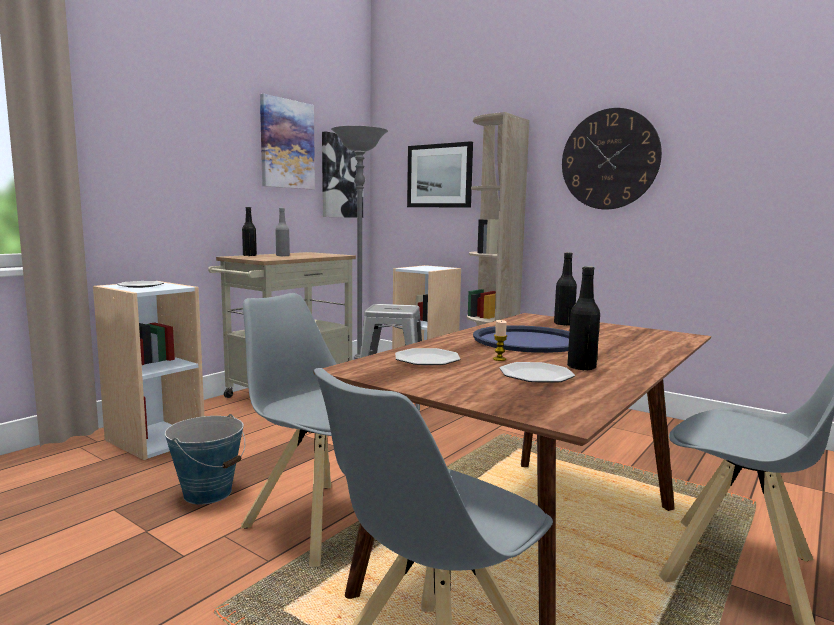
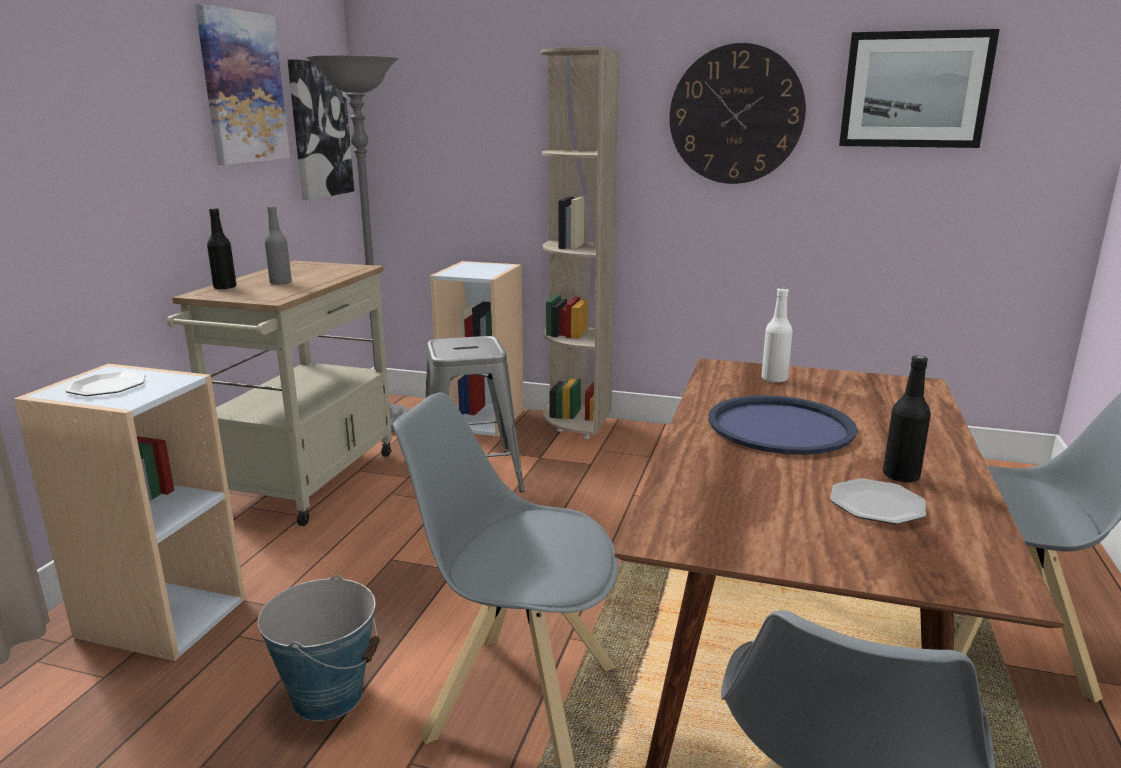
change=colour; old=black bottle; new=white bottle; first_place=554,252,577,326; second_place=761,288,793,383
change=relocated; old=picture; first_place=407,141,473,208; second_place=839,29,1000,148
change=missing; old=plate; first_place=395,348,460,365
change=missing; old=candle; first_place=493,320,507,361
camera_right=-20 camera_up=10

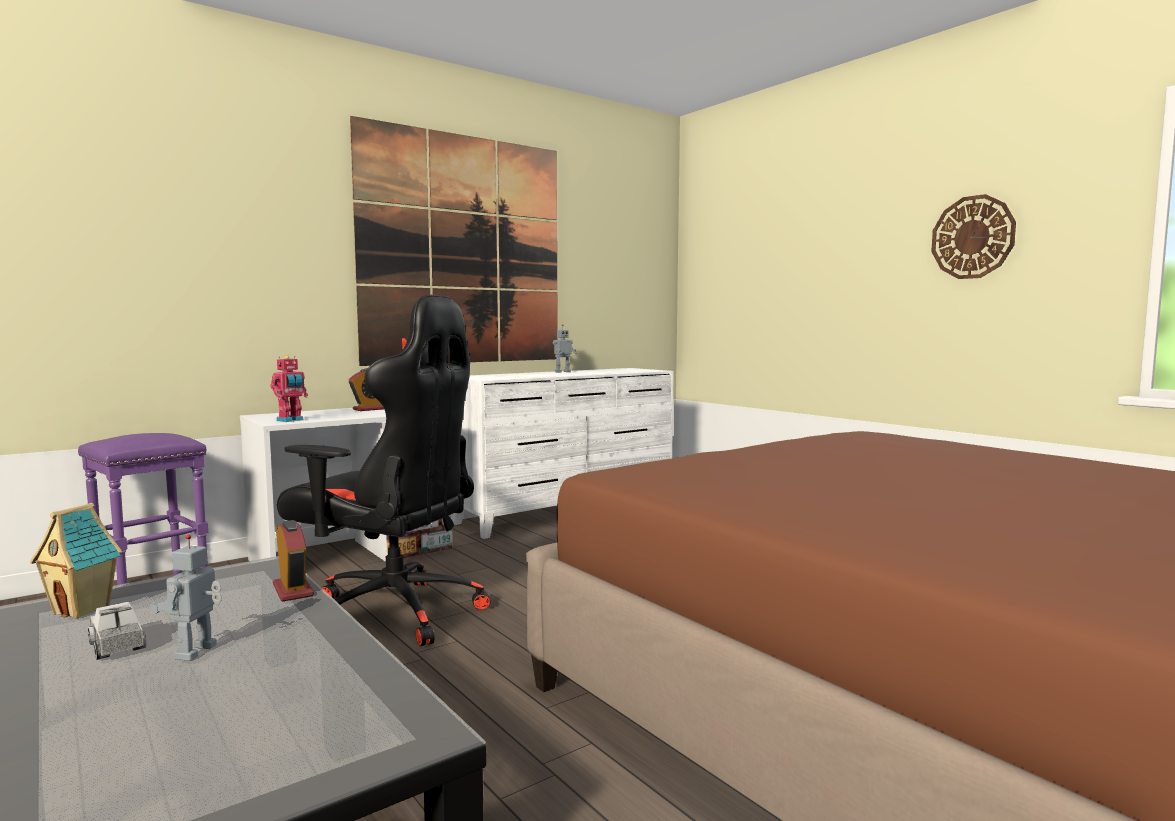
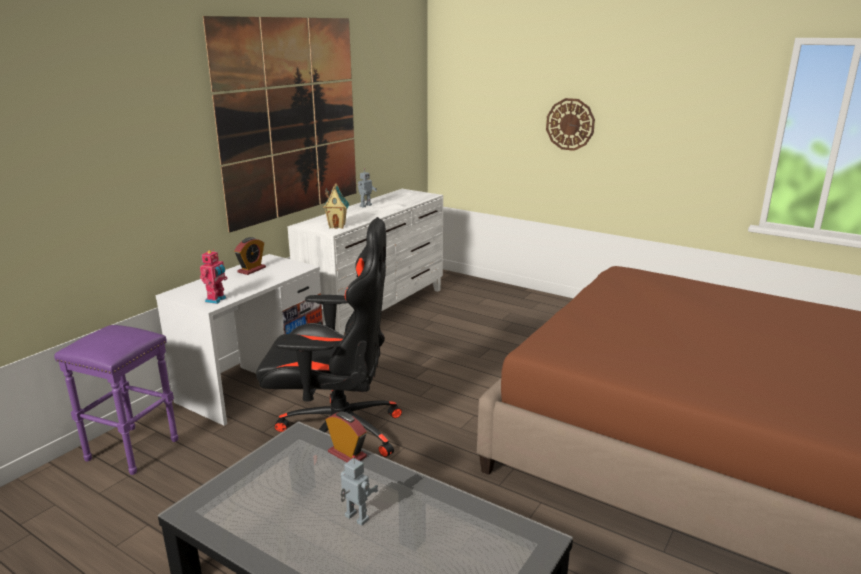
change=relocated; old=toy house; first_place=30,503,123,619; second_place=323,183,349,229
change=spun; old=toy robot; first_place=150,535,222,661; second_place=340,455,378,526; degrees=135
change=relocated; old=wall clock; first_place=931,194,1016,279; second_place=546,98,595,151
change=missing; old=toy truck; first_place=88,602,146,660
camera_right=-20 camera_up=15

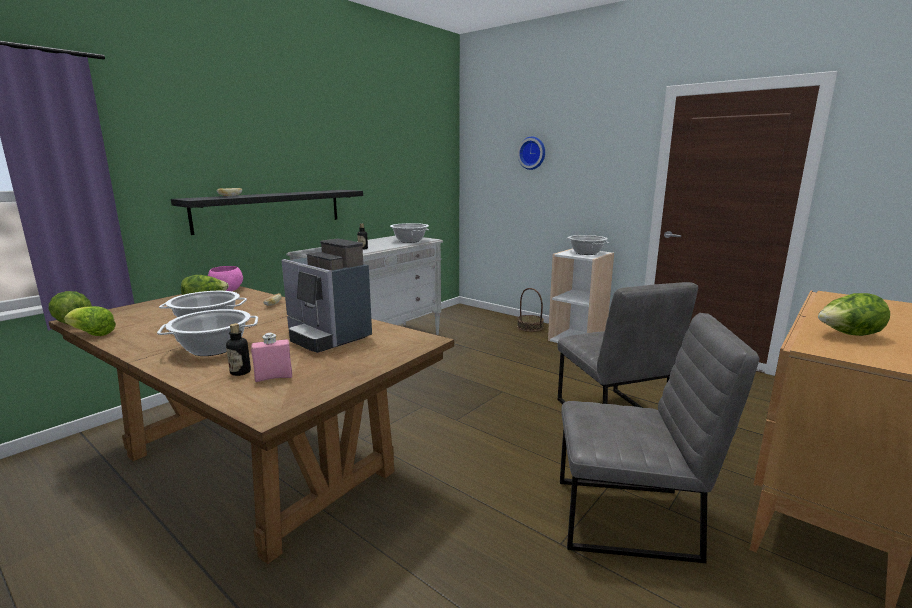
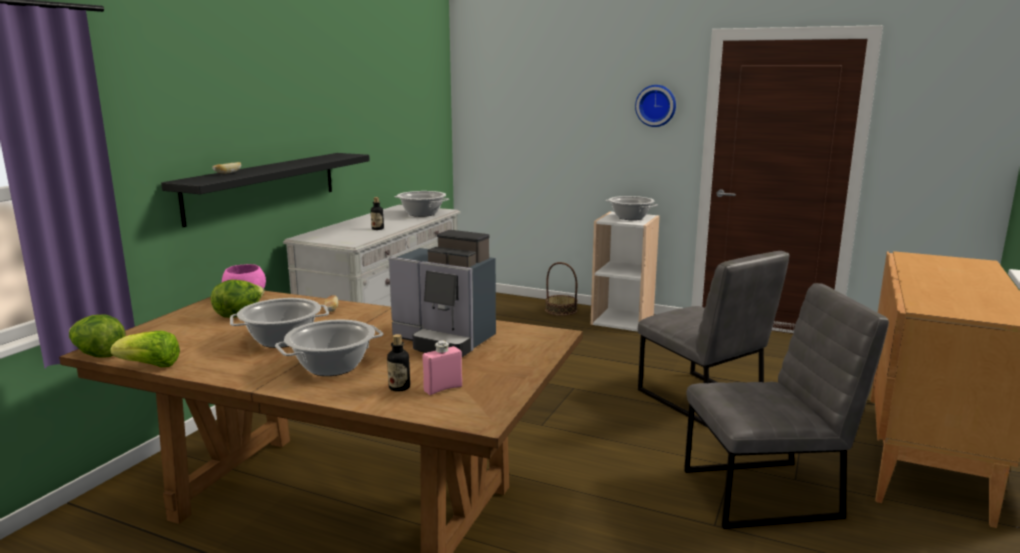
change=relocated; old=wall clock; first_place=517,136,545,170; second_place=635,85,676,127
change=missing; old=lettuce; first_place=818,293,890,336
camera_right=-15 camera_up=0

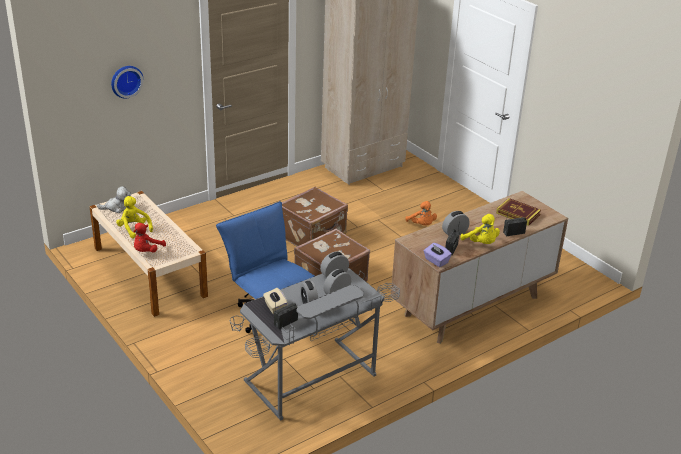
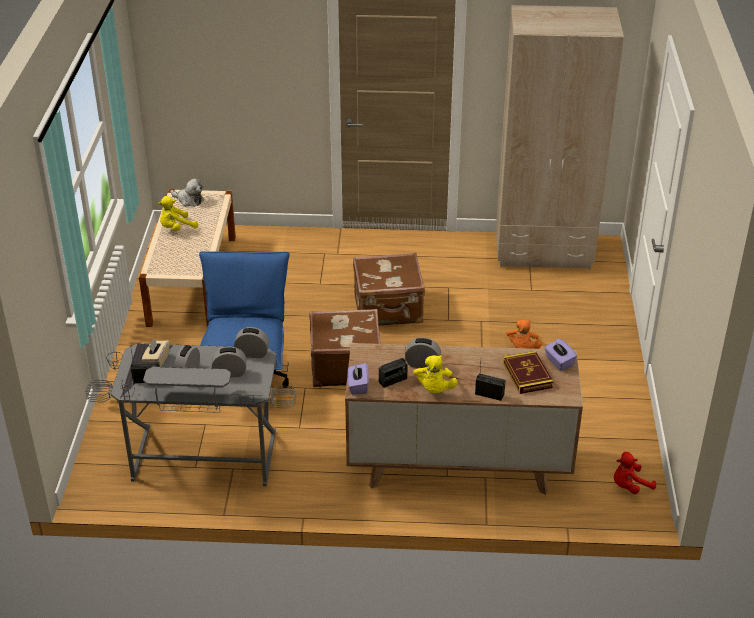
change=spun; old=yellow plush toy; first_place=116,196,153,239; second_place=158,196,198,231; degrees=-120
change=appeared; new=purple tissue box; second_place=544,339,577,371
change=relocated; old=red plush toy; first_place=133,223,166,252; second_place=614,452,656,494
change=missing; old=wall clock; first_place=111,66,144,99
camera_right=40 camera_up=5

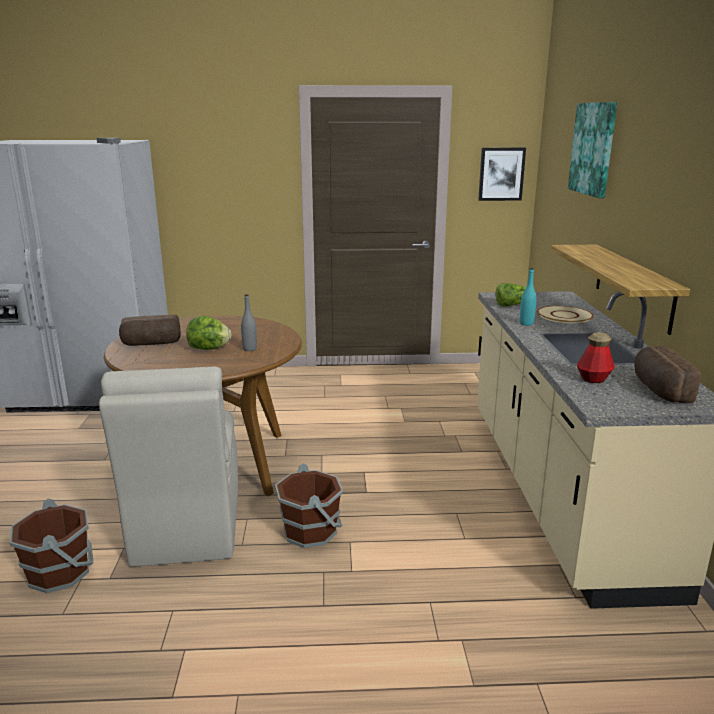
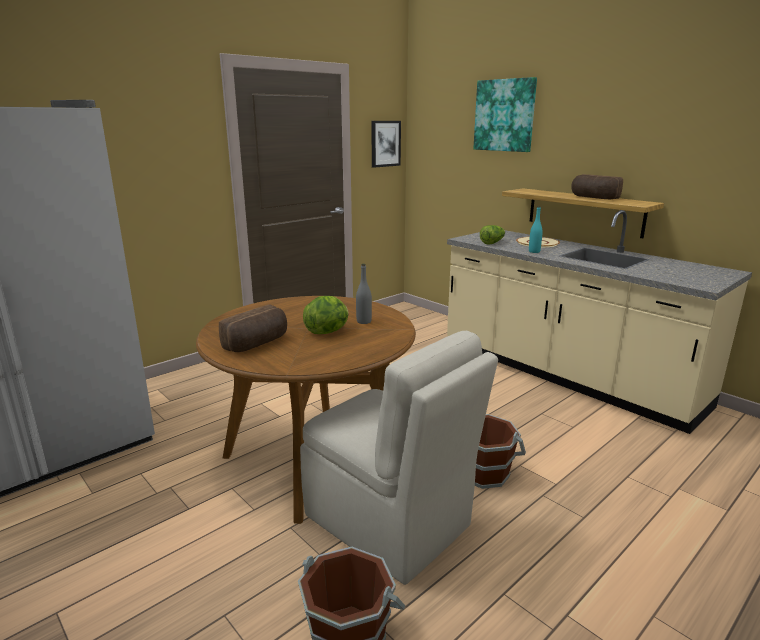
change=relocated; old=bread; first_place=634,346,701,403; second_place=571,174,623,199
change=missing; old=bottle; first_place=577,332,615,383
camera_right=-40 camera_up=0

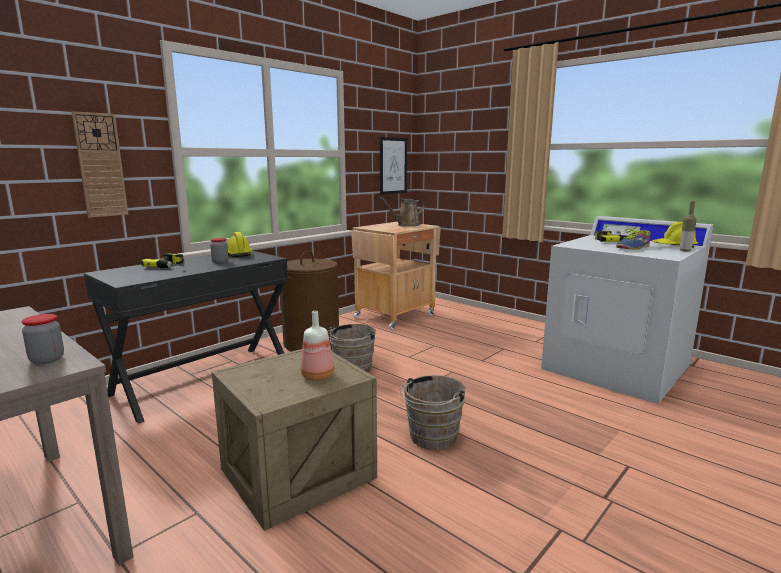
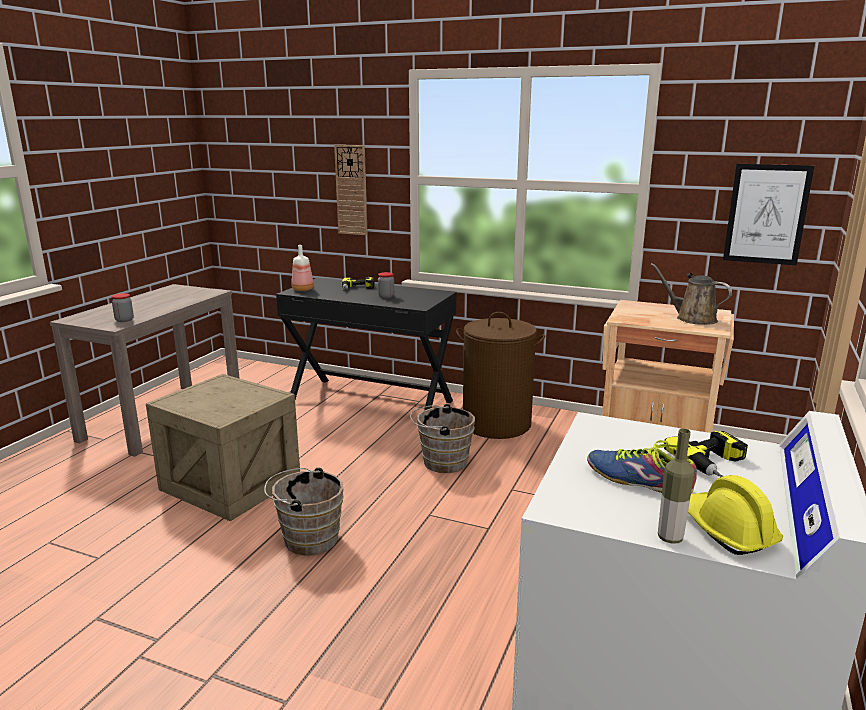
change=relocated; old=bottle; first_place=301,311,334,381; second_place=291,245,314,291
change=missing; old=yellow hard hat; first_place=227,232,252,257
camera_right=70 camera_up=5

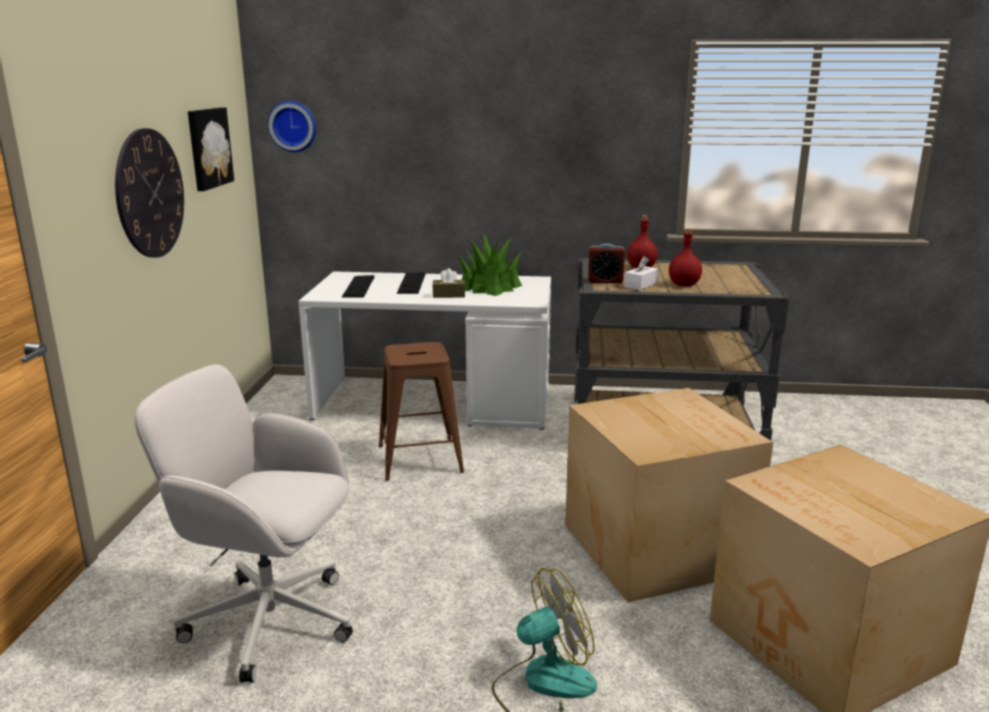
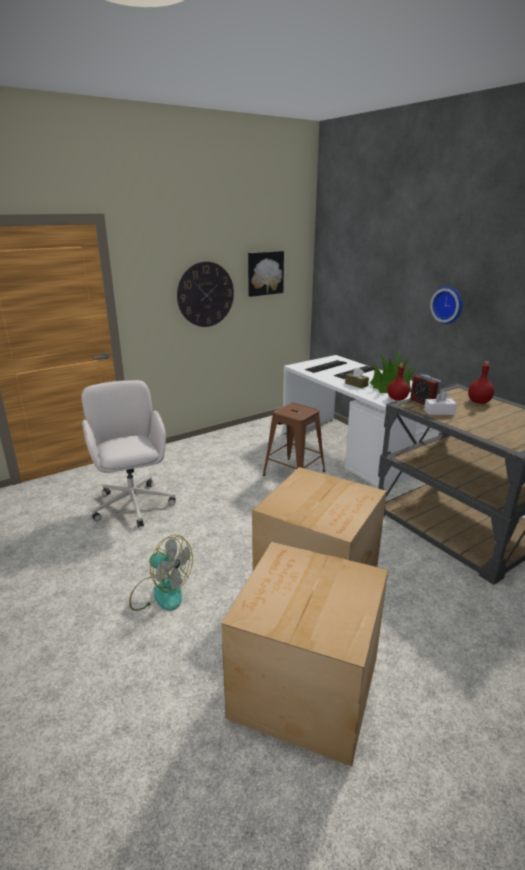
change=relocated; old=red bottle; first_place=669,228,702,286; second_place=387,363,410,401
change=relocated; old=wall clock; first_place=268,101,316,152; second_place=430,286,462,324
camera_right=50 camera_up=5

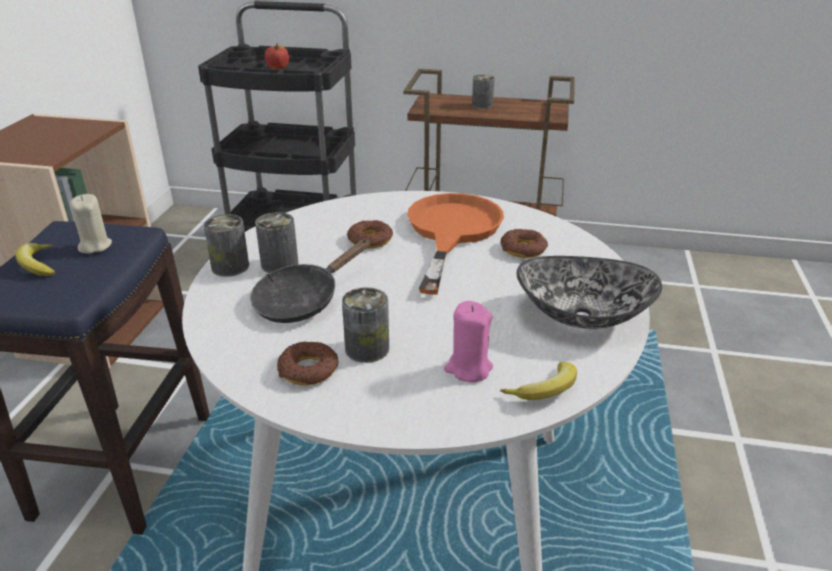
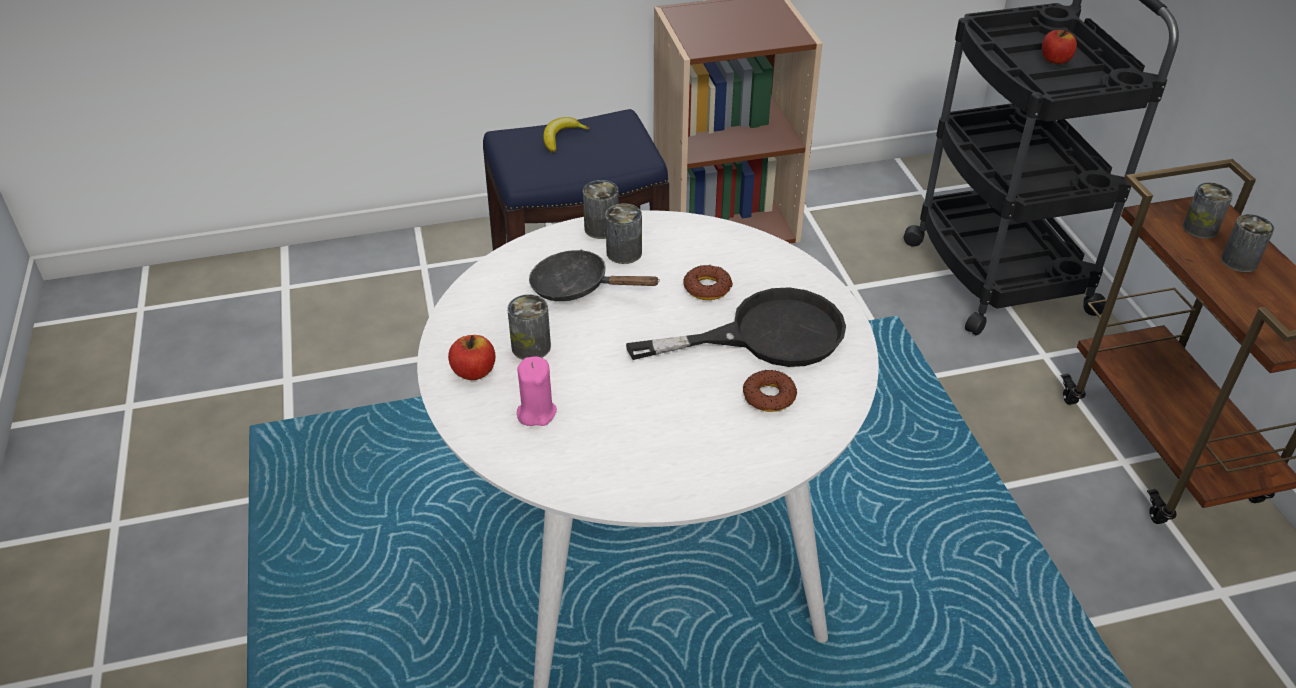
change=appeared; new=apple; second_place=448,335,495,380
change=colour; old=orange frying pan; new=black frying pan; first_place=407,193,504,295; second_place=626,287,846,367
change=appeared; new=can; second_place=1183,182,1233,239
change=missing; old=beige candle; first_place=70,194,112,254
change=missing; old=donut; first_place=277,342,339,385
change=missing; old=banana; first_place=500,362,577,400
change=missing; old=bowl; first_place=517,256,662,329
camera_right=65 camera_up=10

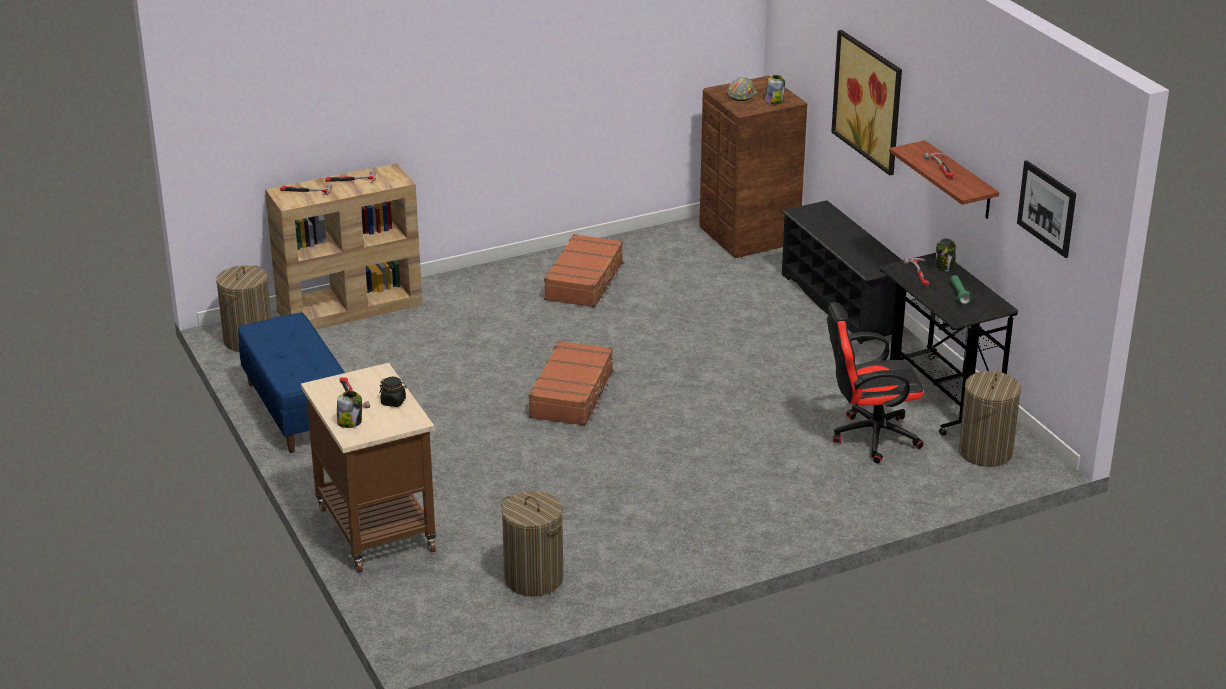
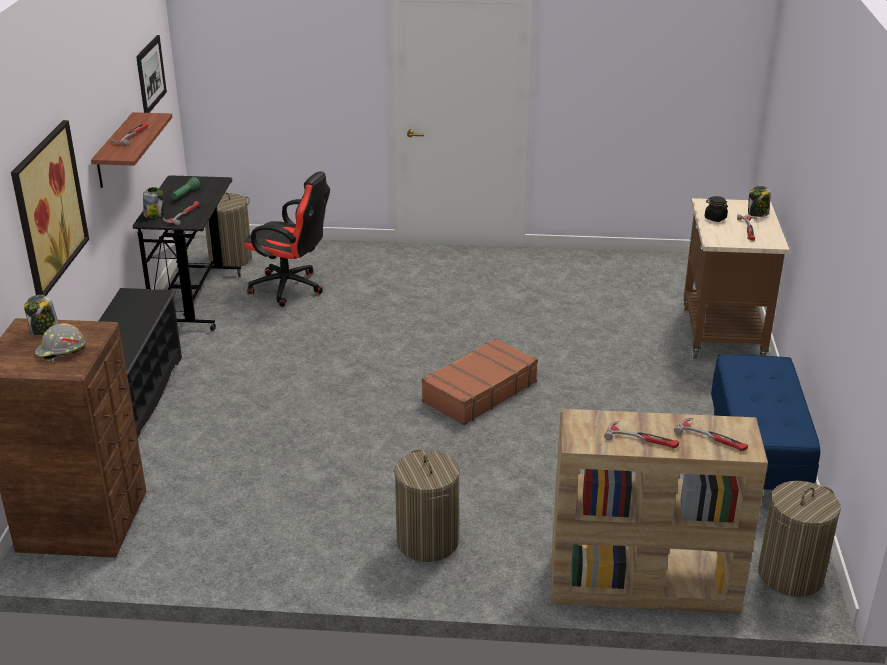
change=relocated; old=laundry basket; first_place=501,491,563,596; second_place=394,450,460,562
change=missing; old=brown suitcase; first_place=544,234,624,308
camera_right=-150 camera_up=0

